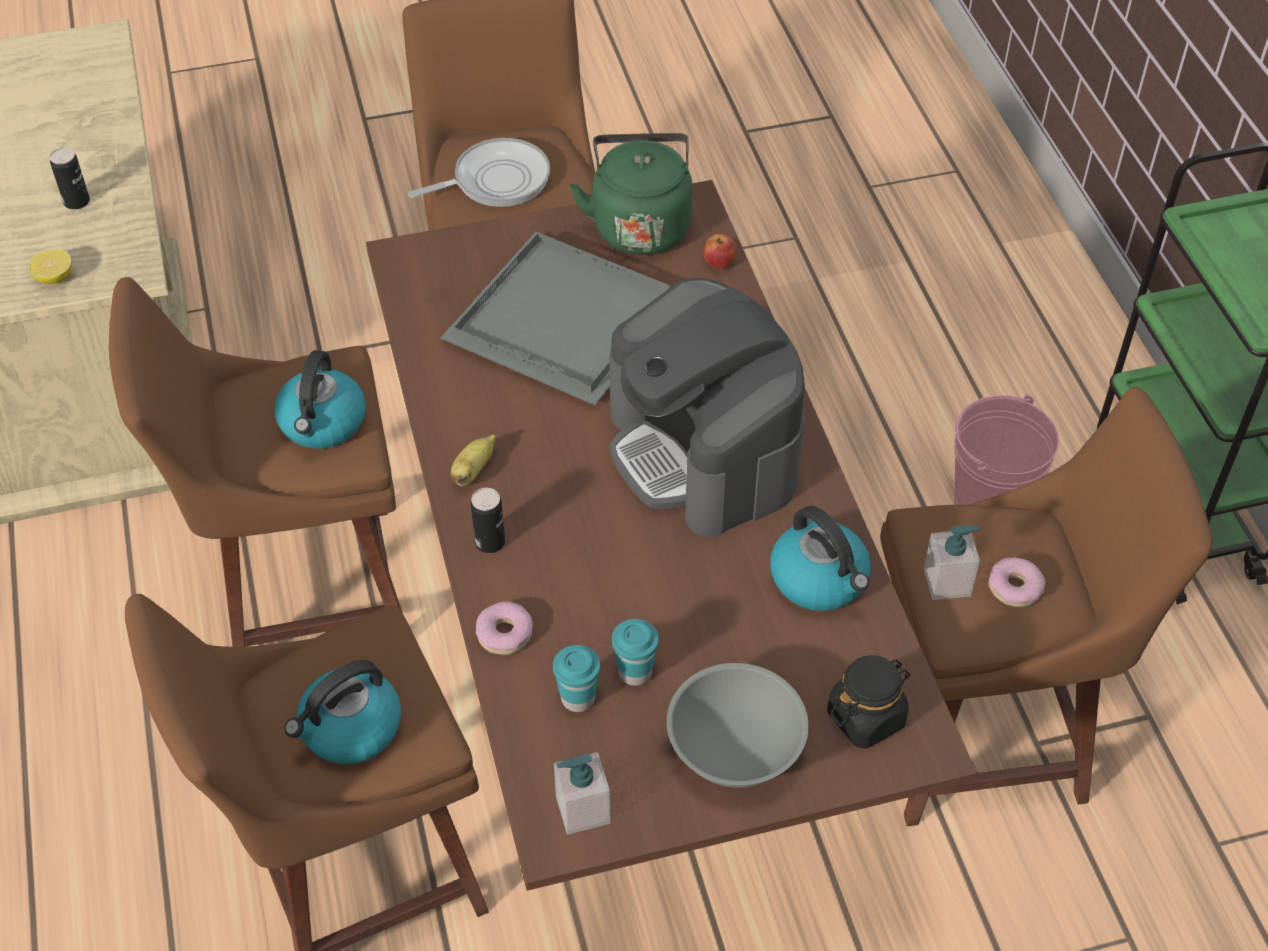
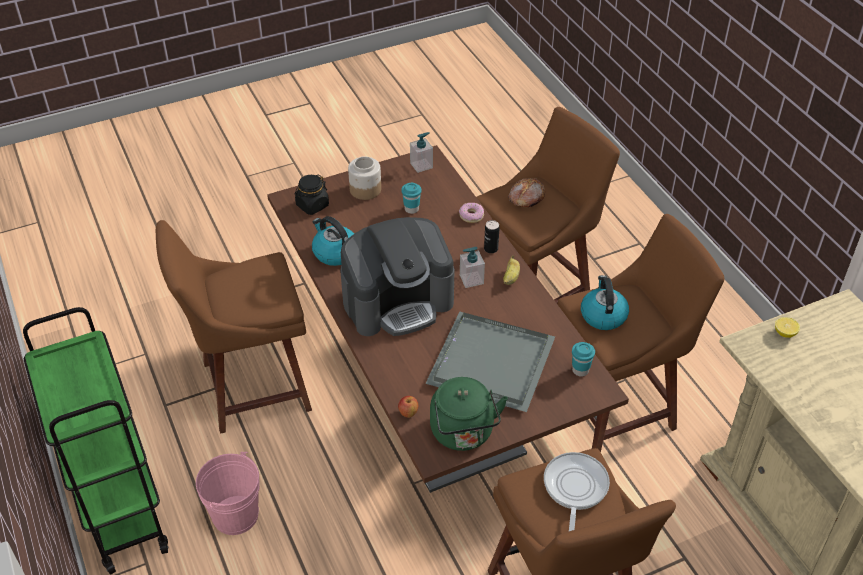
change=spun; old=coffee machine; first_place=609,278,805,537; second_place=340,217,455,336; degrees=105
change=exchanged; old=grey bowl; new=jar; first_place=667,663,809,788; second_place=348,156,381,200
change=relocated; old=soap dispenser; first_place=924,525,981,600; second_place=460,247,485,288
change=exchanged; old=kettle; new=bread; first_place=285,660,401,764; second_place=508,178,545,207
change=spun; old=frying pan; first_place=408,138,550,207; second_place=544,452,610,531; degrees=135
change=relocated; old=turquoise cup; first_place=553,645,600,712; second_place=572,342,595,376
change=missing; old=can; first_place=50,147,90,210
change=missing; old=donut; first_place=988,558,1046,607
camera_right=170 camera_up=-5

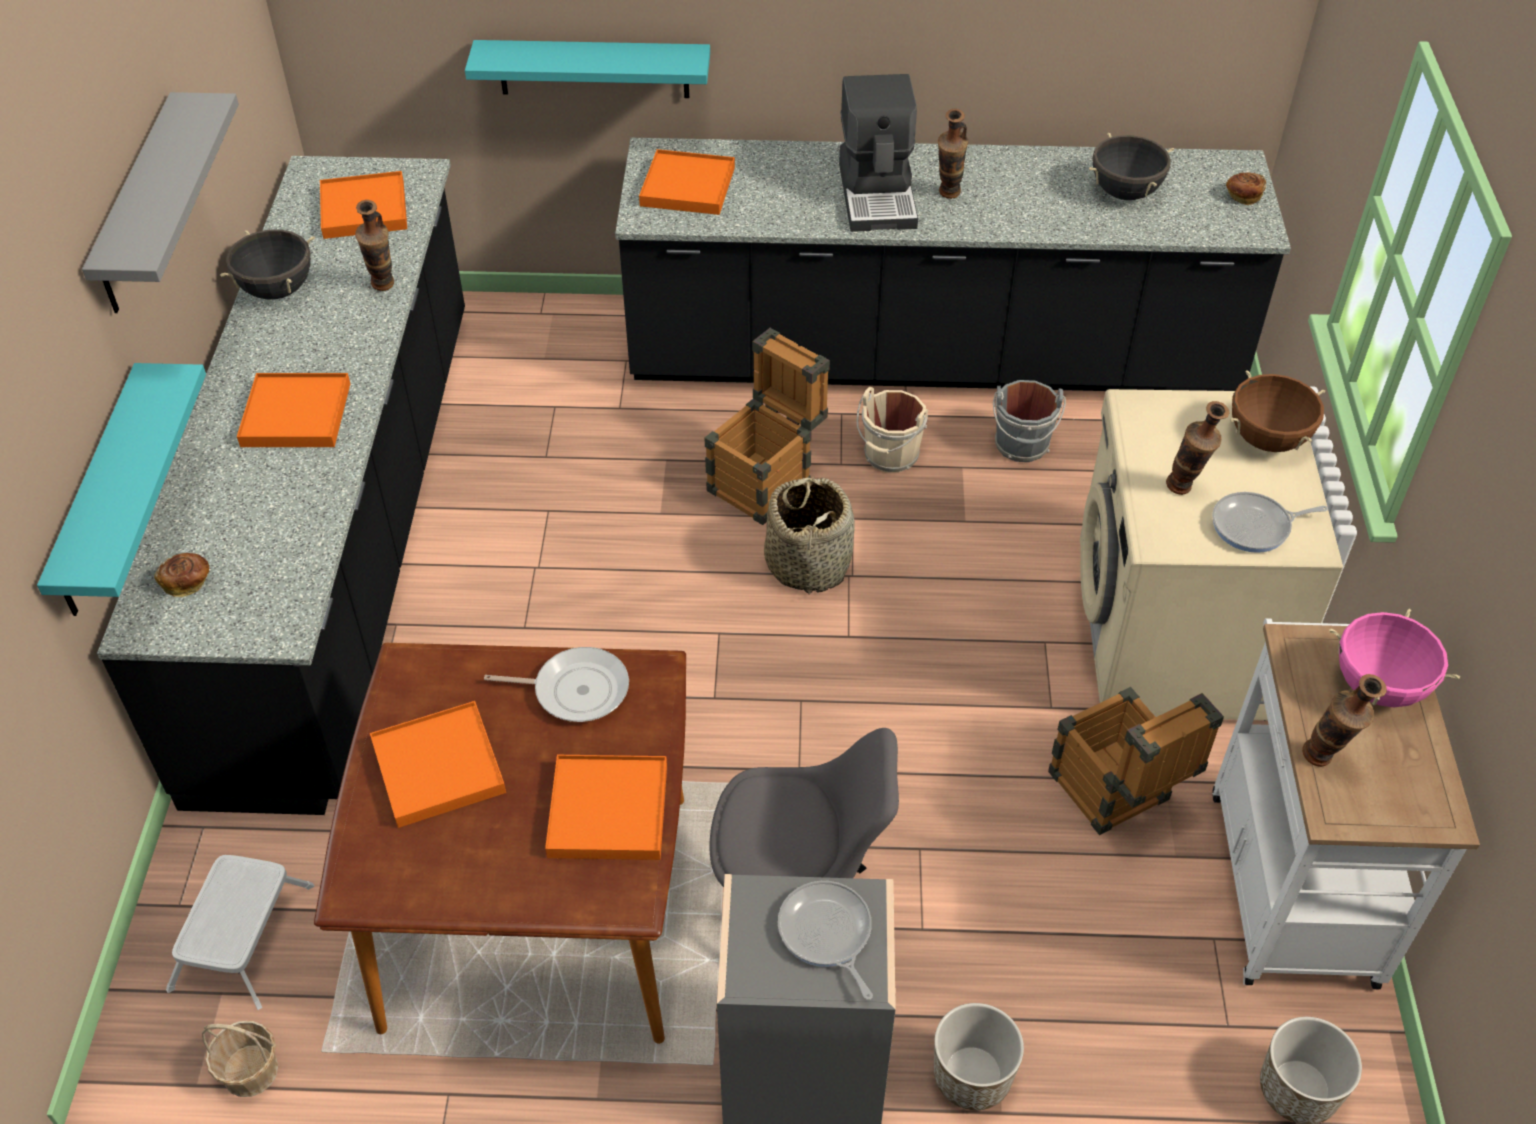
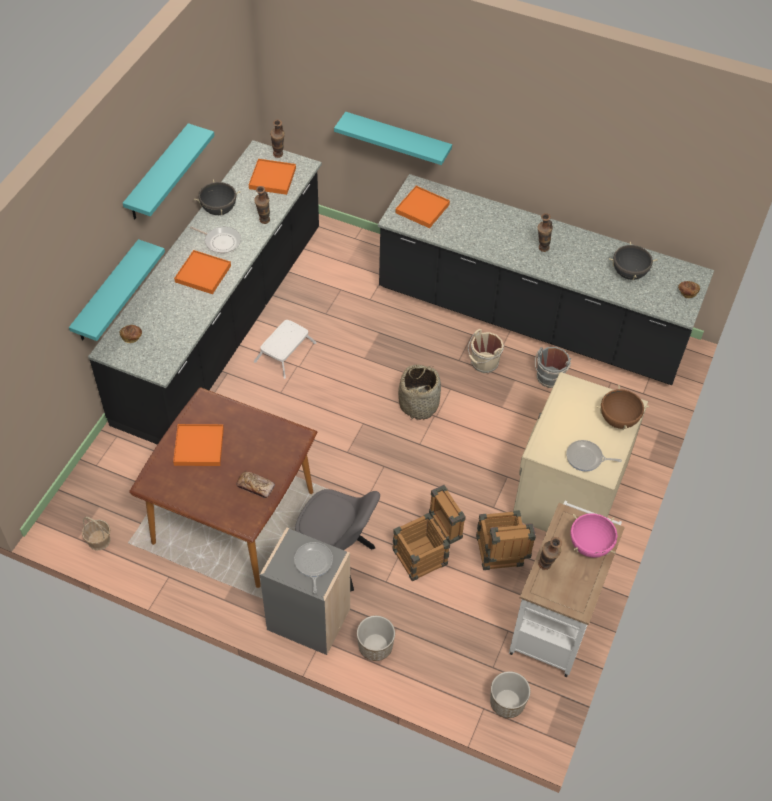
change=colour; old=grey shelf; new=turquoise shelf; first_place=82,92,239,313; second_place=123,123,215,220
change=relocated; old=frying pan; first_place=484,647,629,722; second_place=190,226,241,253
change=exchanged; old=orange tray; new=bread; first_place=545,755,667,860; second_place=236,471,275,498
change=relocated; old=white step ladder; first_place=166,855,315,1010; second_place=254,320,317,379
change=relocated; old=vase; first_place=1166,401,1229,495; second_place=270,119,285,158
change=relocated; old=crate; first_place=705,328,830,525; second_place=393,485,466,581
change=missing; old=coffee machine; first_place=839,74,918,232
camera_right=20 camera_up=5

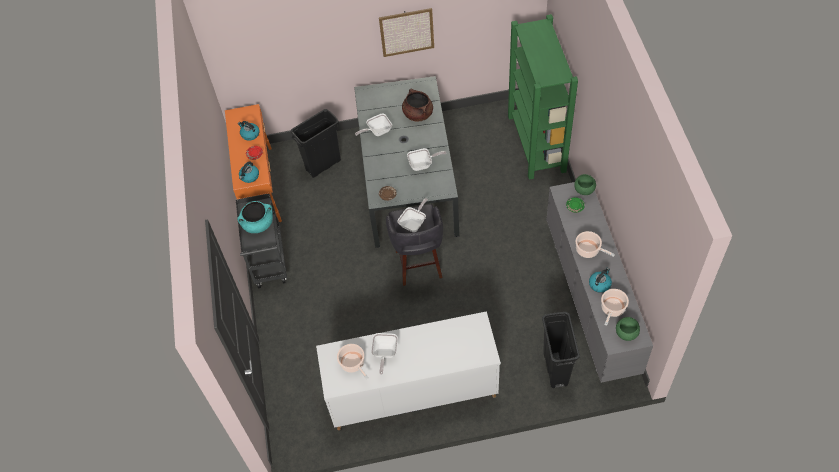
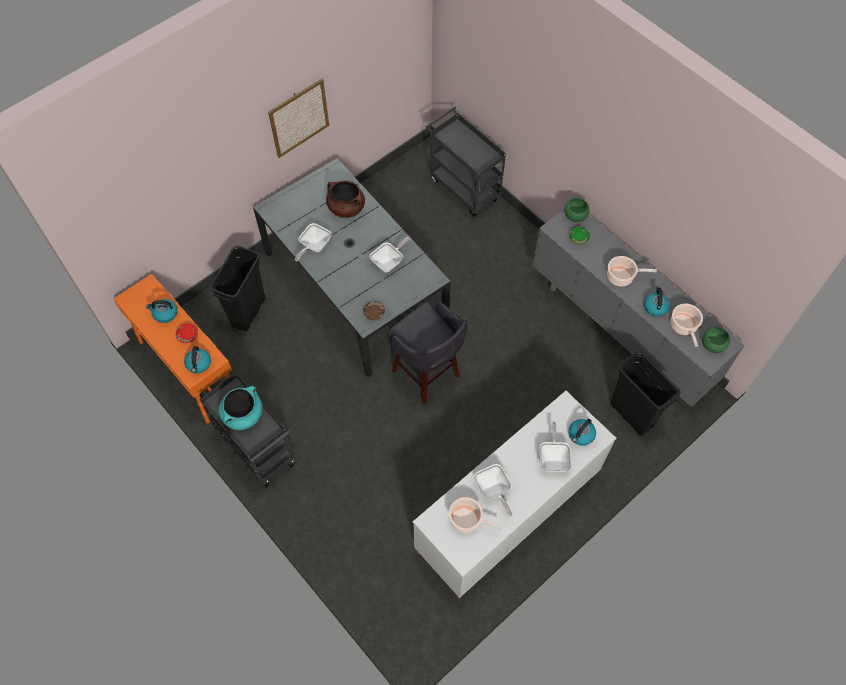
change=exchanged; old=green bookcase; new=grey cart; first_place=508,14,578,180; second_place=425,106,506,217
change=relocated; old=frying pan; first_place=398,198,428,232; second_place=540,422,571,472
change=appeared; new=kettle; second_place=568,419,596,446
camera_right=-35 camera_up=5

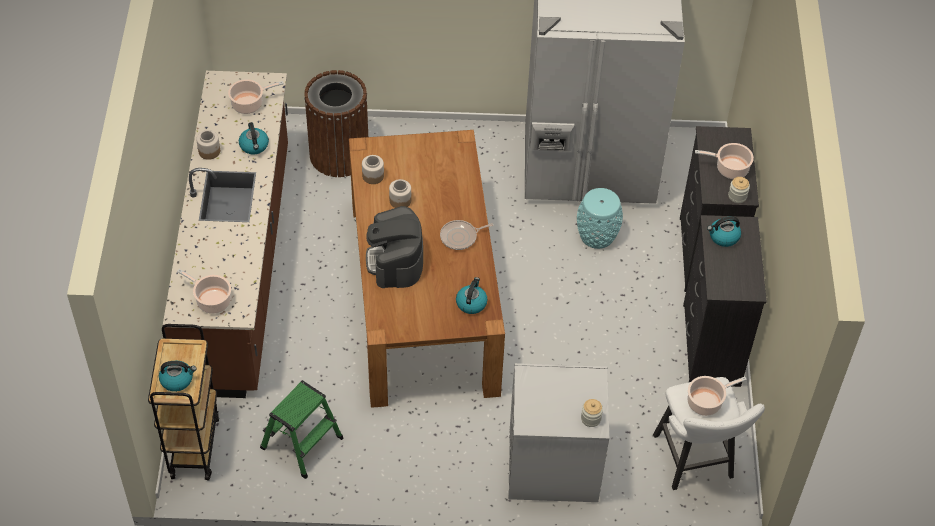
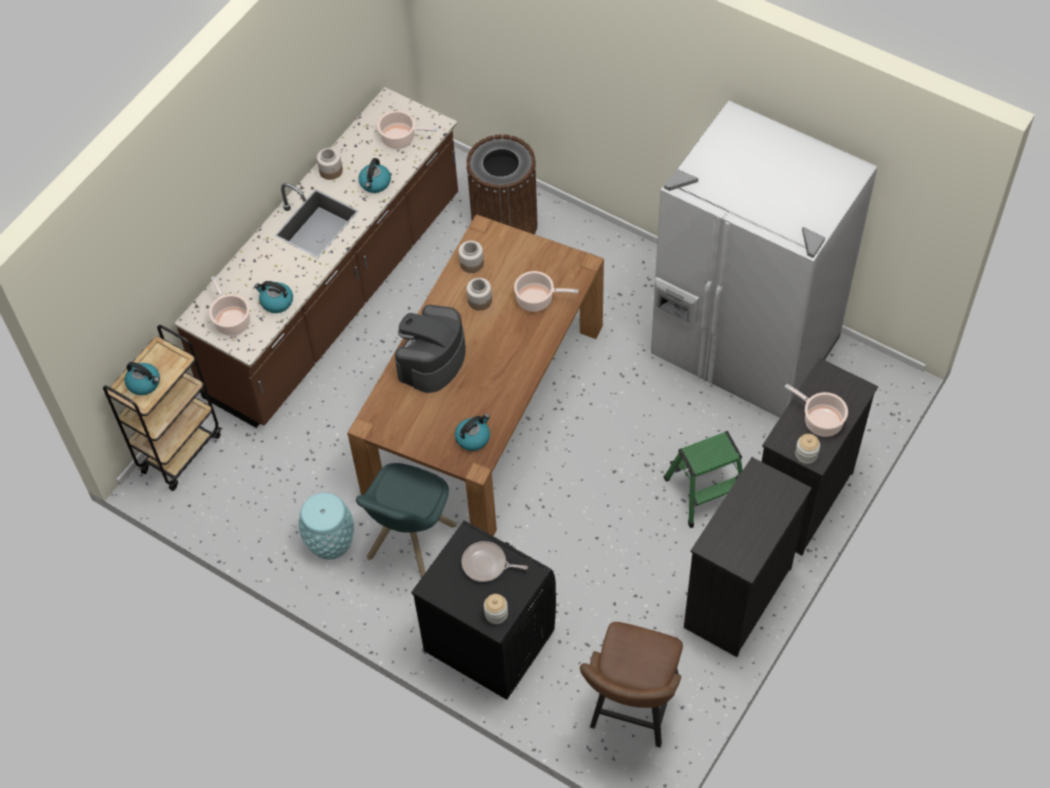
change=relocated; old=kettle; first_place=707,216,741,247; second_place=254,281,293,313
change=relocated; old=turquoise stool; first_place=577,188,623,249; second_place=299,492,354,560
change=appeared; new=turquoise chair; second_place=356,463,457,578
change=colour; old=white washing machine; new=black washing machine; first_place=509,363,609,502; second_place=411,520,556,700
change=relocated; old=frying pan; first_place=440,220,493,250; second_place=461,541,528,582
change=relocated; old=cooking pot; first_place=688,376,747,416; second_place=514,271,578,312
change=colour; old=white stool; new=brown stool; first_place=653,377,765,490; second_place=580,622,683,747
change=relocated; old=green step ladder; first_place=260,380,343,479; second_place=664,431,743,528
camera_right=35 camera_up=5

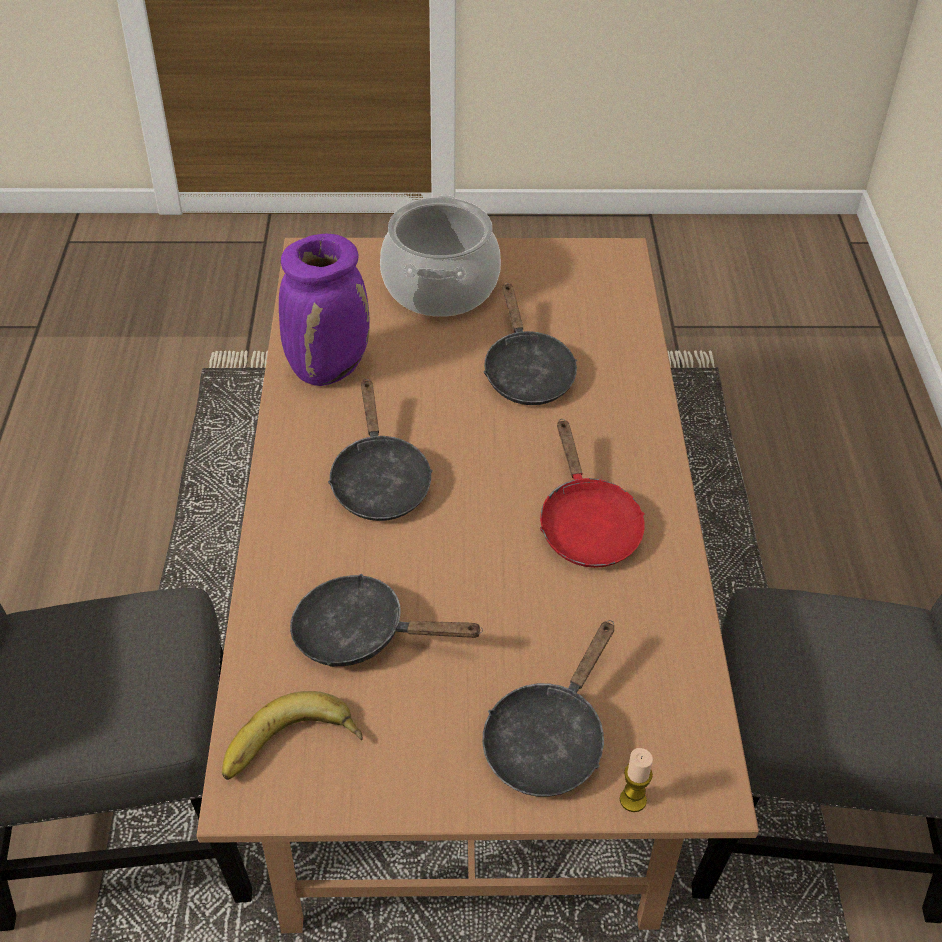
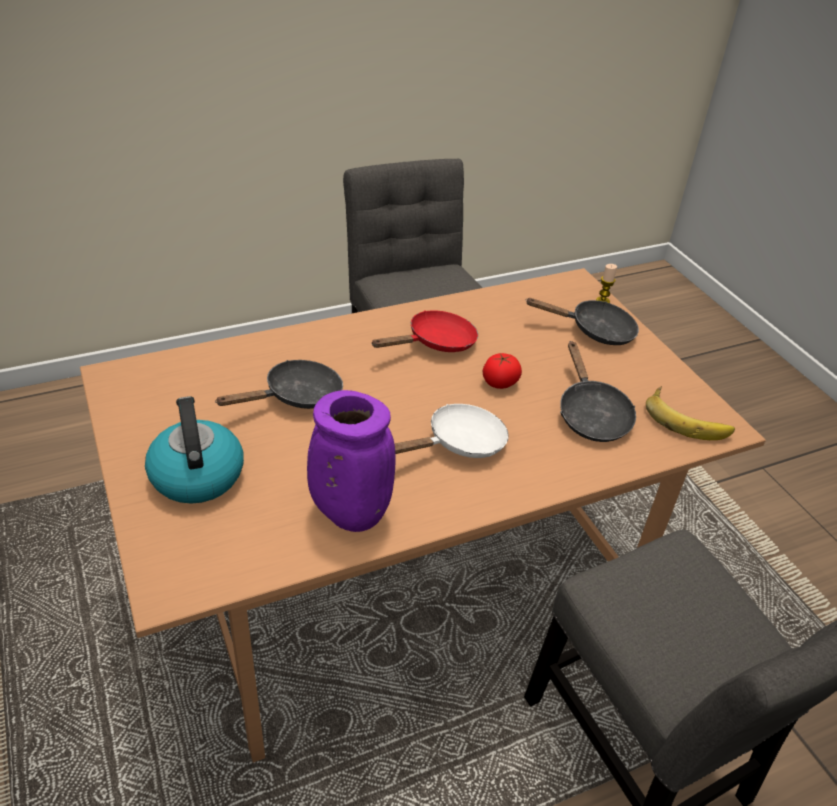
change=exchanged; old=cooking pot; new=kettle; first_place=380,195,501,317; second_place=145,396,244,504
change=colour; old=black frying pan; new=white frying pan; first_place=328,379,433,521; second_place=395,404,509,458
change=appeared; new=tomato; second_place=482,353,522,389
camera_right=-115 camera_up=-5

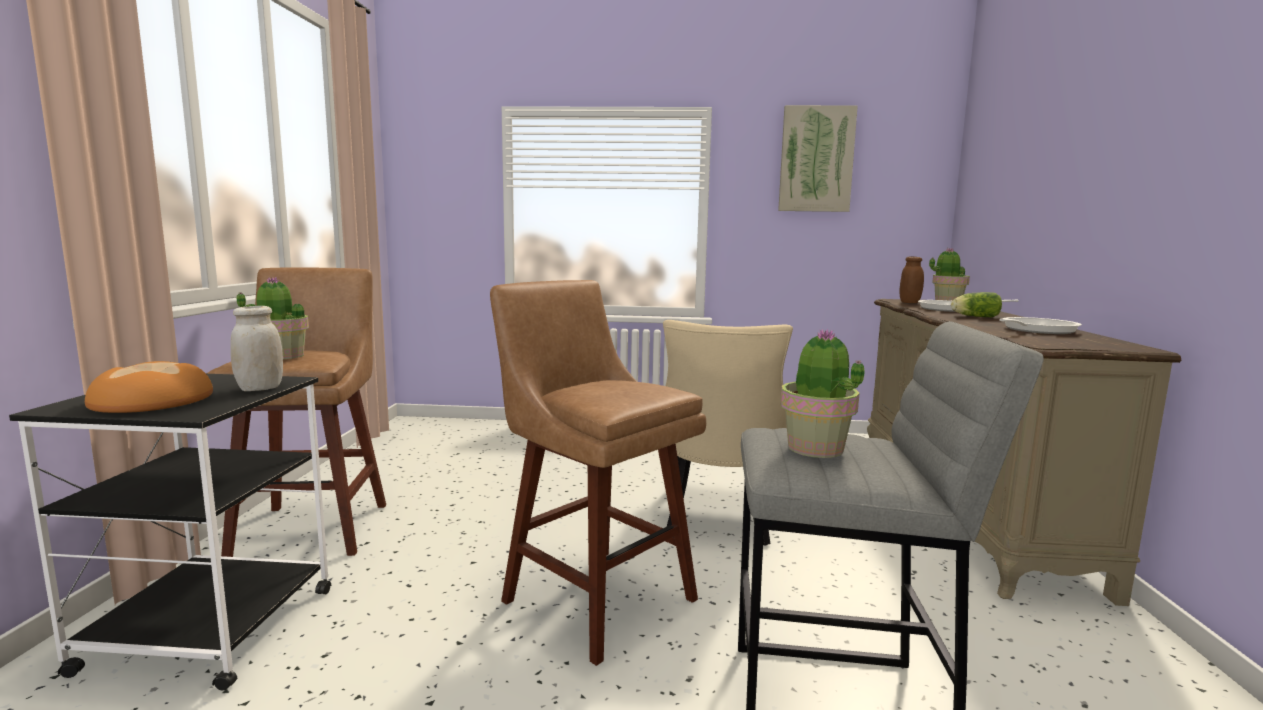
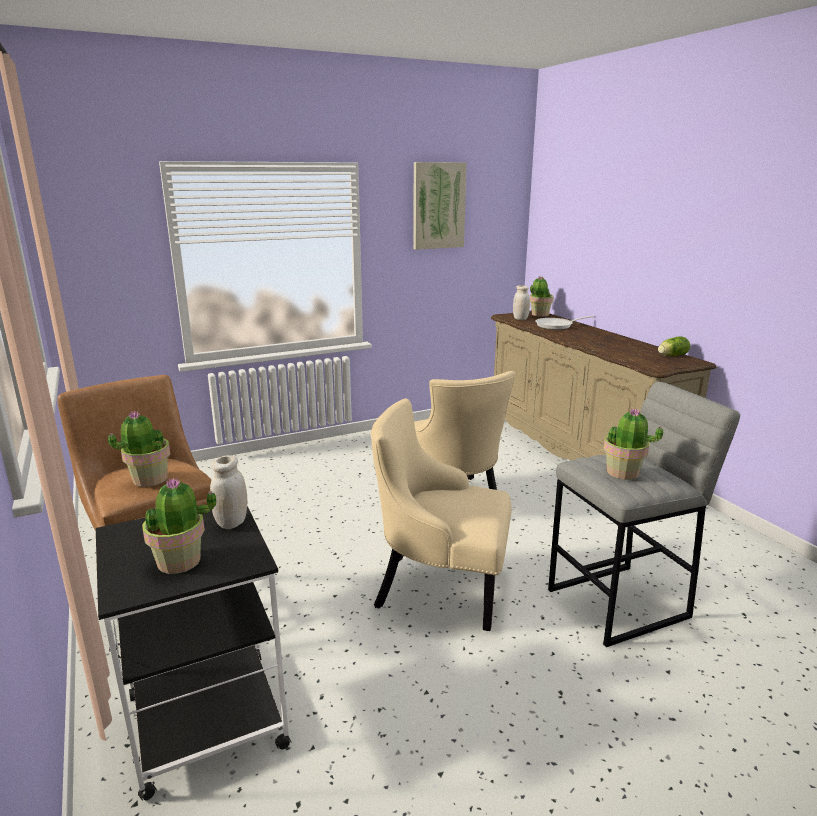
change=exchanged; old=bread; new=potted plant; first_place=85,361,213,413; second_place=142,477,216,574
change=exchanged; old=brown stool; new=beige chair; first_place=490,280,706,666; second_place=371,398,511,631
change=colour; old=brown jar; new=white jar; first_place=900,256,924,303; second_place=513,285,530,320
change=relocated; old=lettuce; first_place=951,292,1002,317; second_place=658,336,690,356
change=missing; old=frying pan; first_place=999,317,1082,334
camera_right=-30 camera_up=10

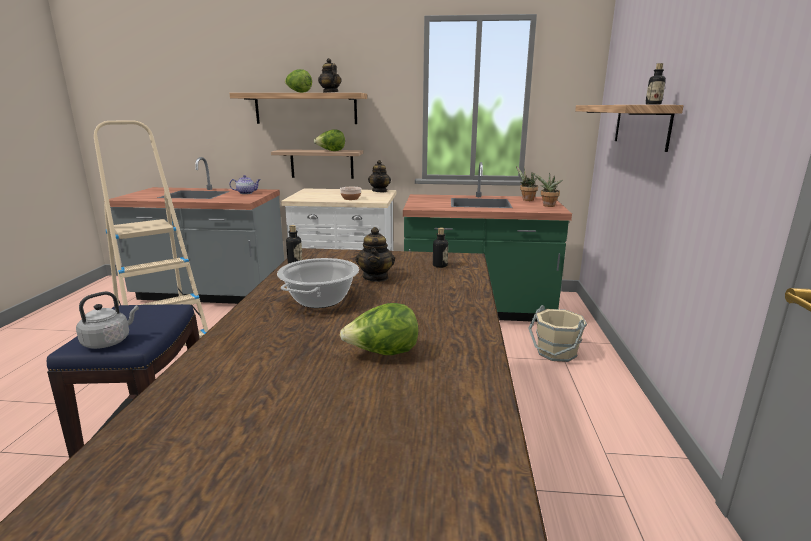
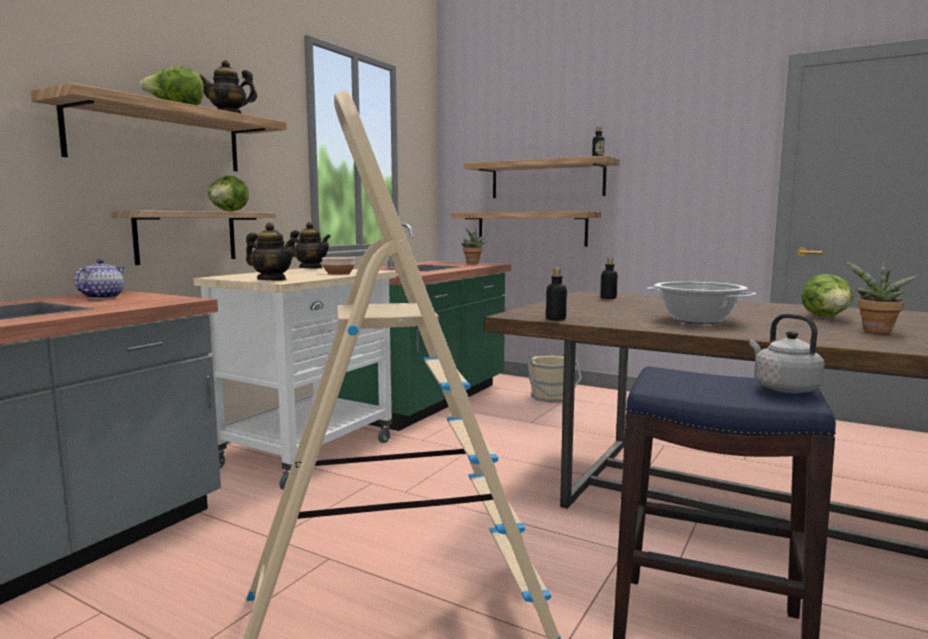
change=relocated; old=teapot; first_place=355,227,395,282; second_place=246,223,296,280
change=appeared; new=shelf; second_place=451,211,601,247
change=relocated; old=potted plant; first_place=516,166,538,201; second_place=844,261,918,333
camera_right=-65 camera_up=-10

